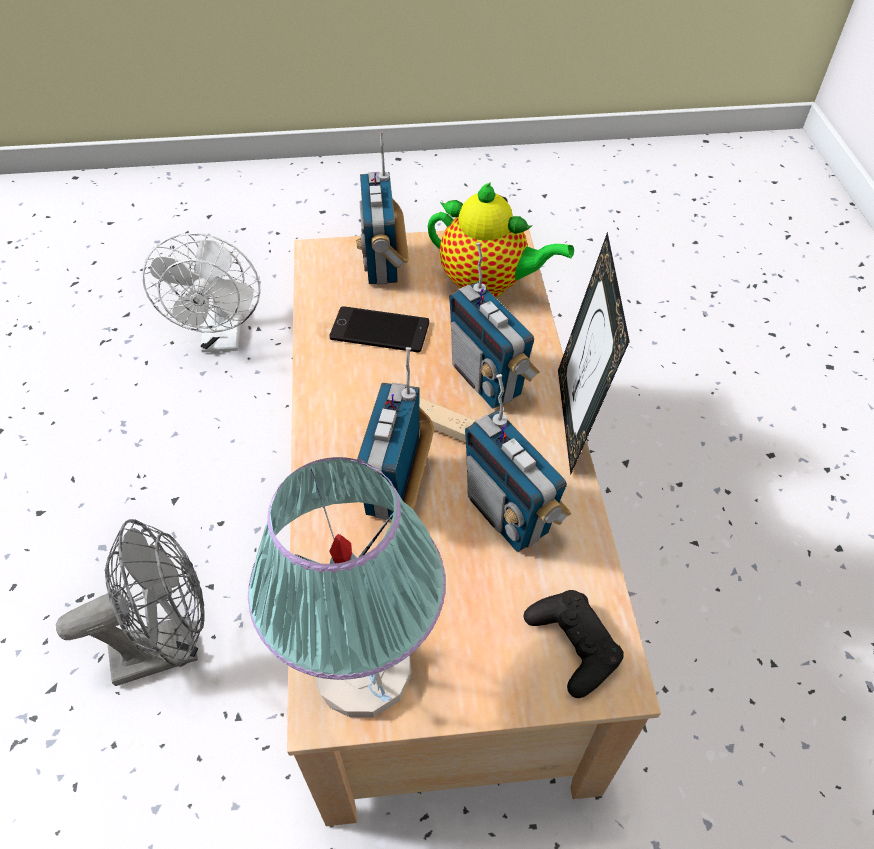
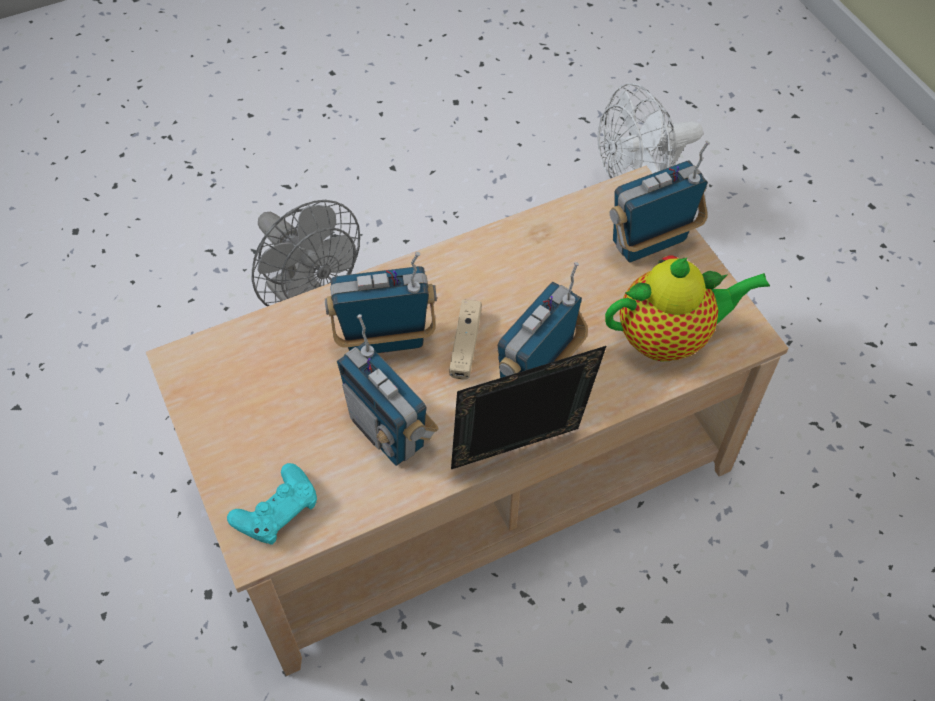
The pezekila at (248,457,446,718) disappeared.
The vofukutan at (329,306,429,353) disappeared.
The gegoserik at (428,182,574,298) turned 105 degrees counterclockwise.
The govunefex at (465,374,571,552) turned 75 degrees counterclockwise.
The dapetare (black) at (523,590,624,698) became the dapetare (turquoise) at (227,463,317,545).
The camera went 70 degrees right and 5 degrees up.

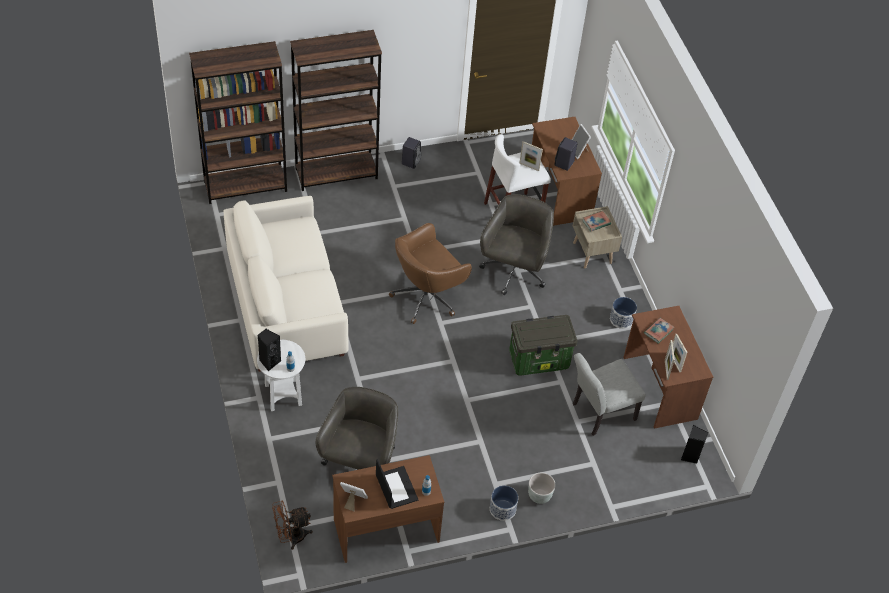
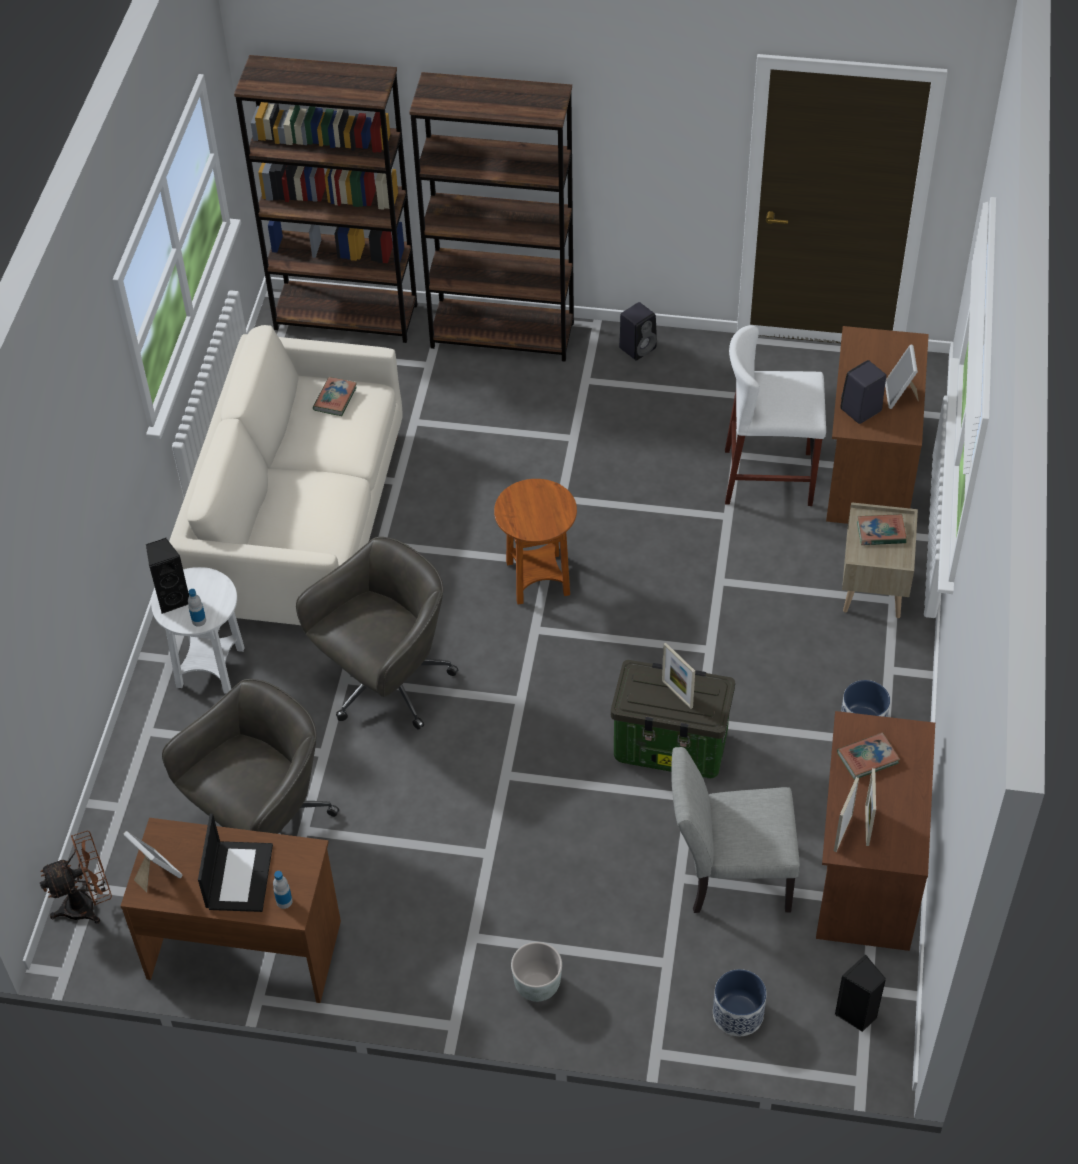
The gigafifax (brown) at (272,500,313,550) turned 150 degrees clockwise.
The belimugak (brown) at (389,223,472,324) was replaced by the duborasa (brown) at (494,479,577,604).
The belimugak (grey) moved from (479,194,554,295) to (296,537,458,729).
The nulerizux moved from (490,486,518,521) to (713,969,766,1036).
The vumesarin moved from (519,141,543,171) to (662,643,695,709).
The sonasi at (313,377,357,416) appeared.
The camera went 30 degrees right and 0 degrees up.

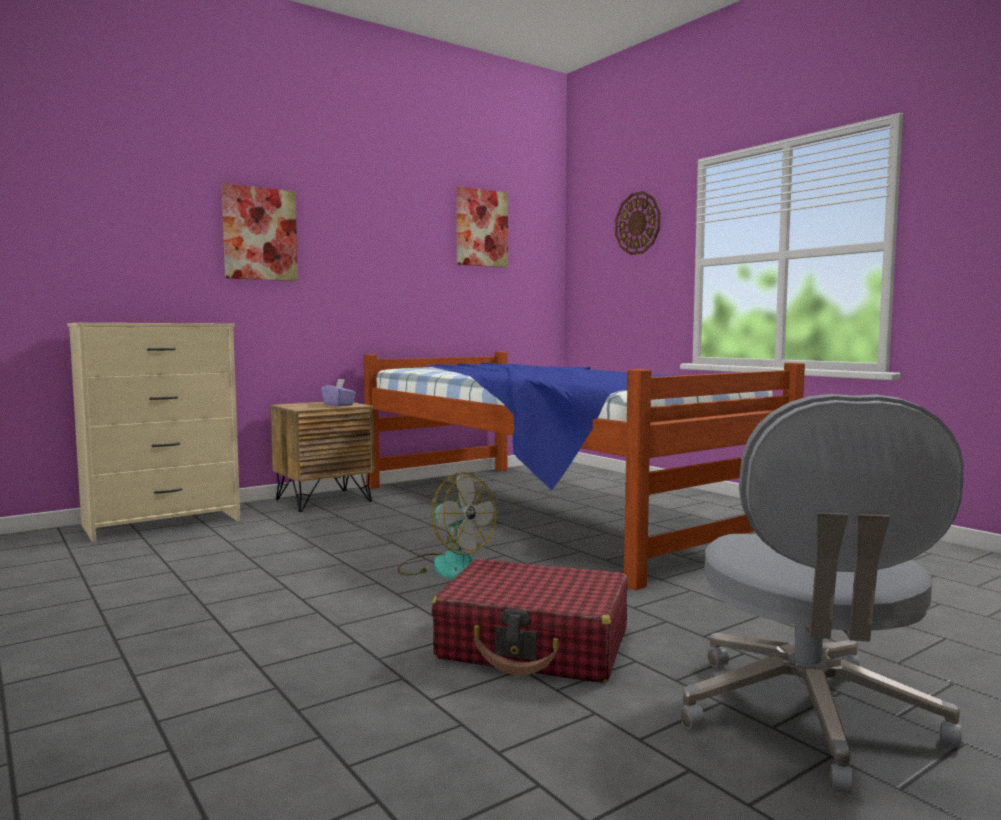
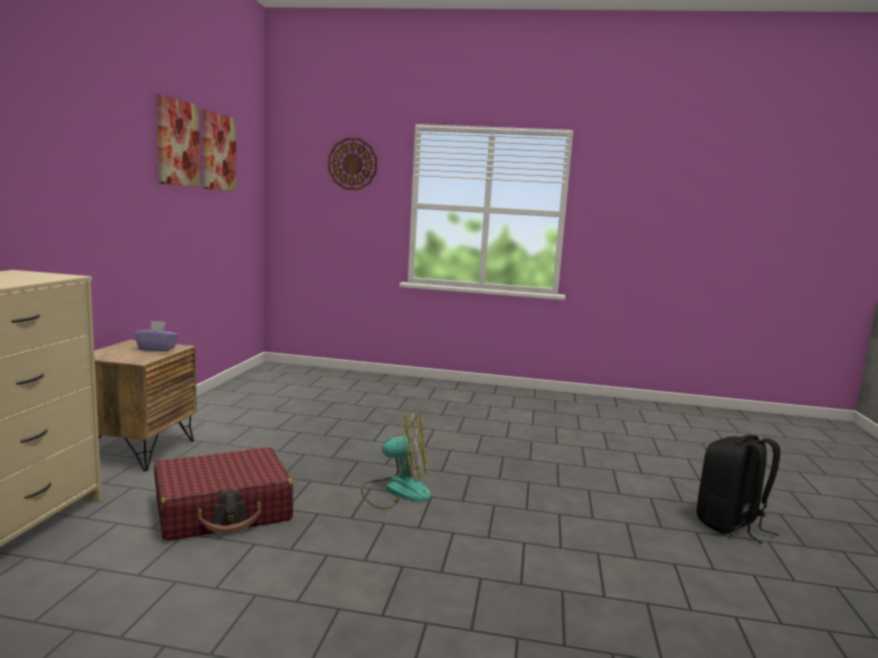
The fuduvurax moved from (221,183,298,281) to (156,94,200,187).
The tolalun at (364,352,805,590) disappeared.
The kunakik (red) moved from (431,558,628,683) to (154,447,293,541).
The belimugak (grey) at (680,394,964,794) was replaced by the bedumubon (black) at (697,435,781,544).
The camera went 45 degrees left and 5 degrees up.

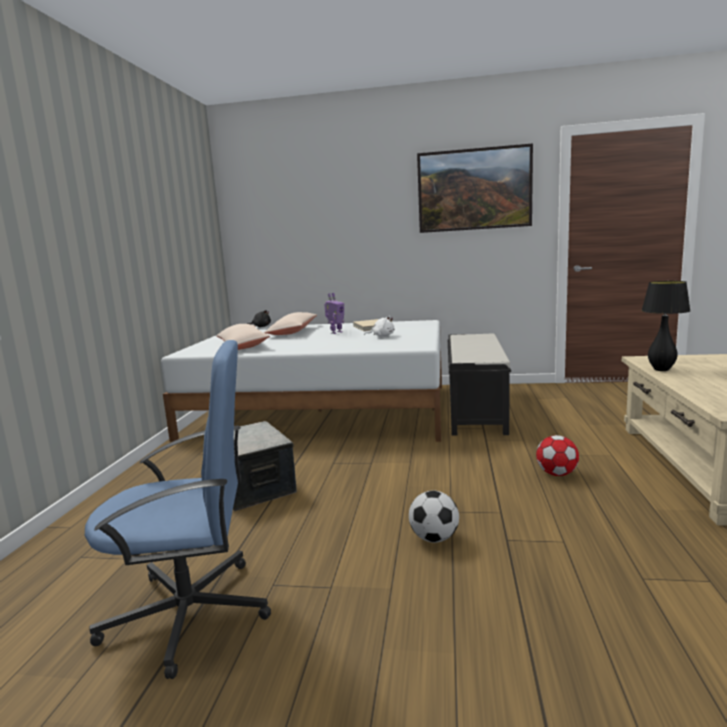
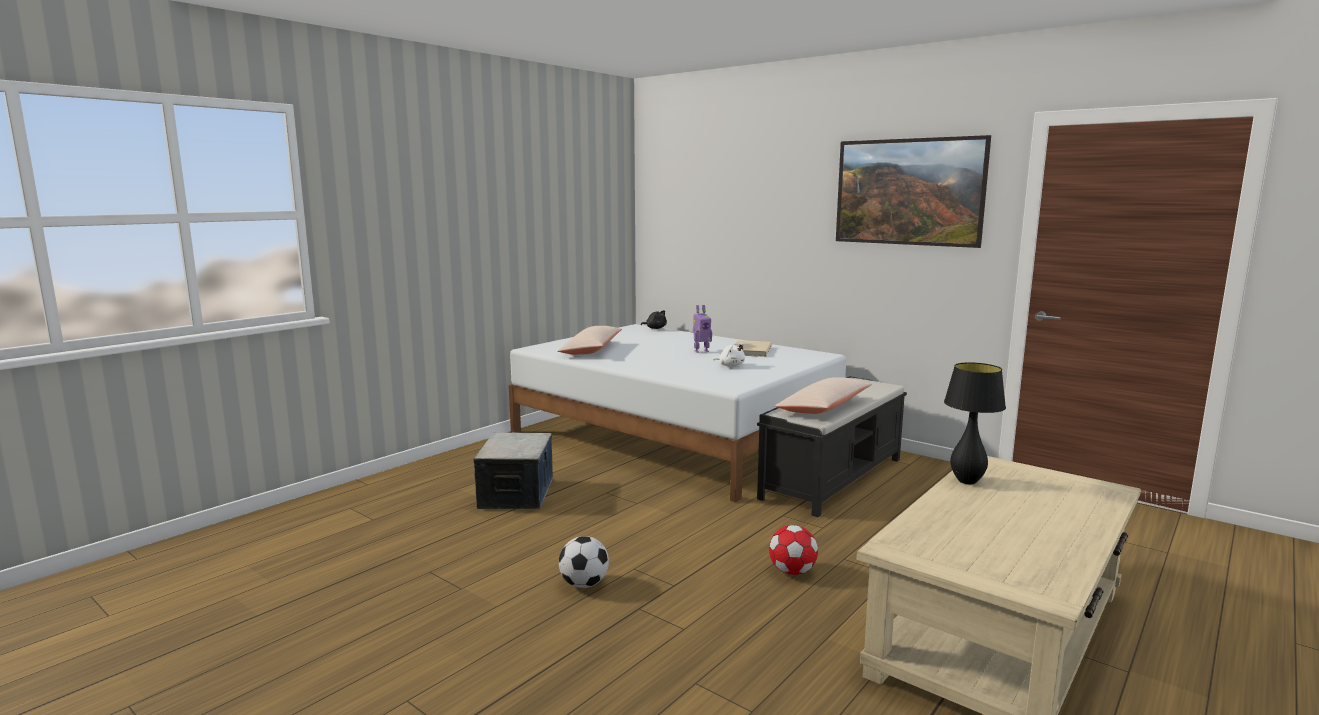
The belimugak (blue) at (85,340,271,679) disappeared.
The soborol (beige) moved from (264,312,317,335) to (775,377,872,414).
The camera went 30 degrees right and 0 degrees up.

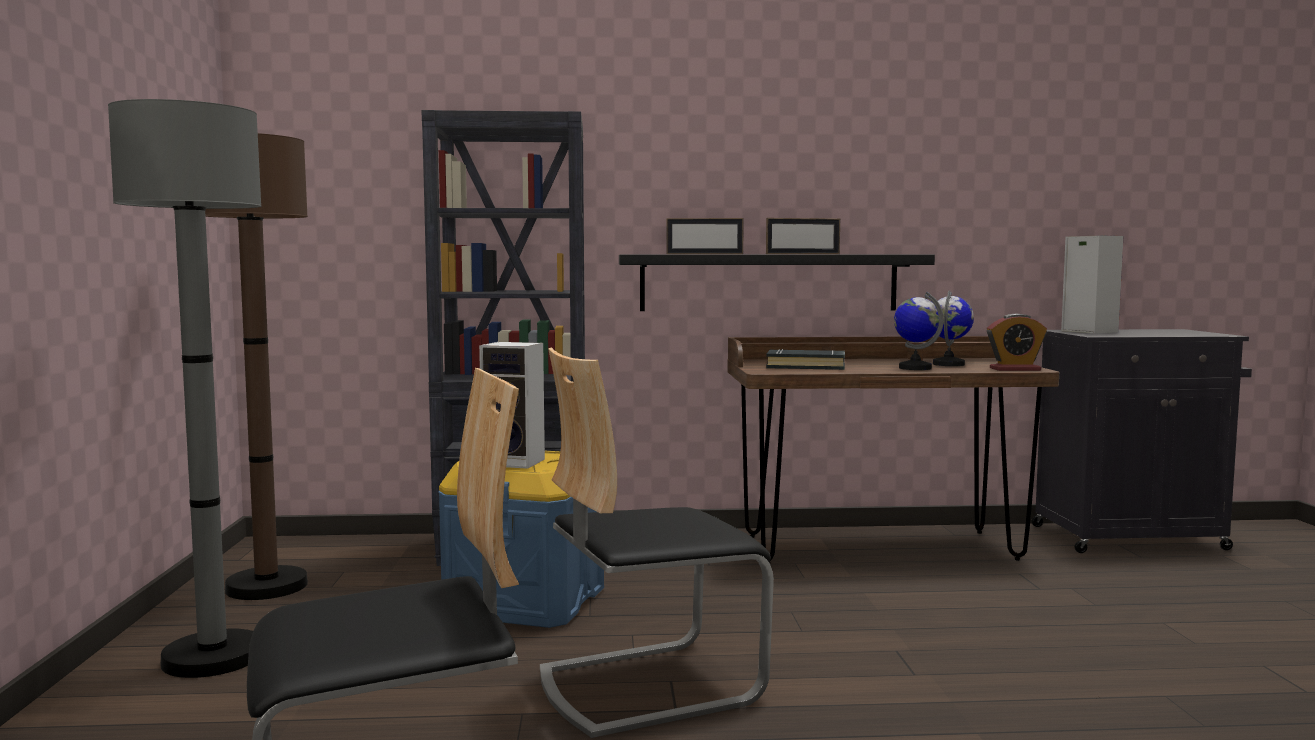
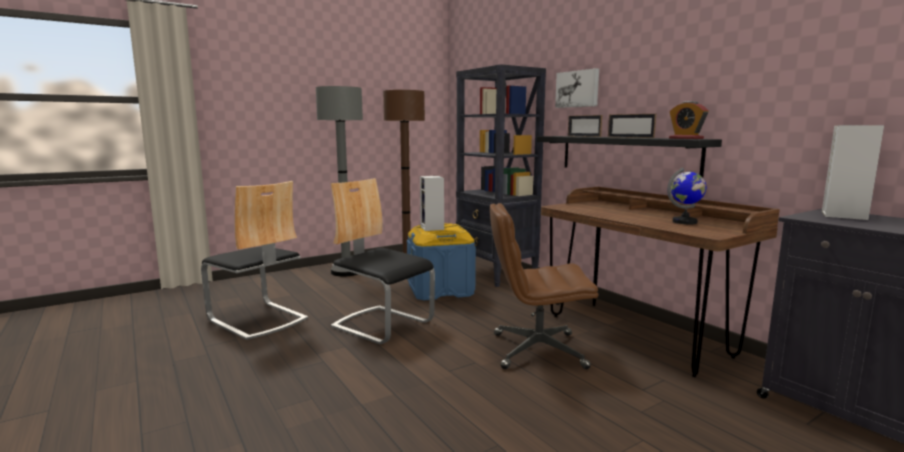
The sonasi (black) at (766,349,845,370) disappeared.
The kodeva at (894,292,944,370) disappeared.
The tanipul moved from (987,313,1047,371) to (669,101,709,139).
The belimugak (brown) at (490,203,598,369) appeared.
The fuduvurax at (555,68,599,108) appeared.
The camera went 60 degrees right and 5 degrees up.

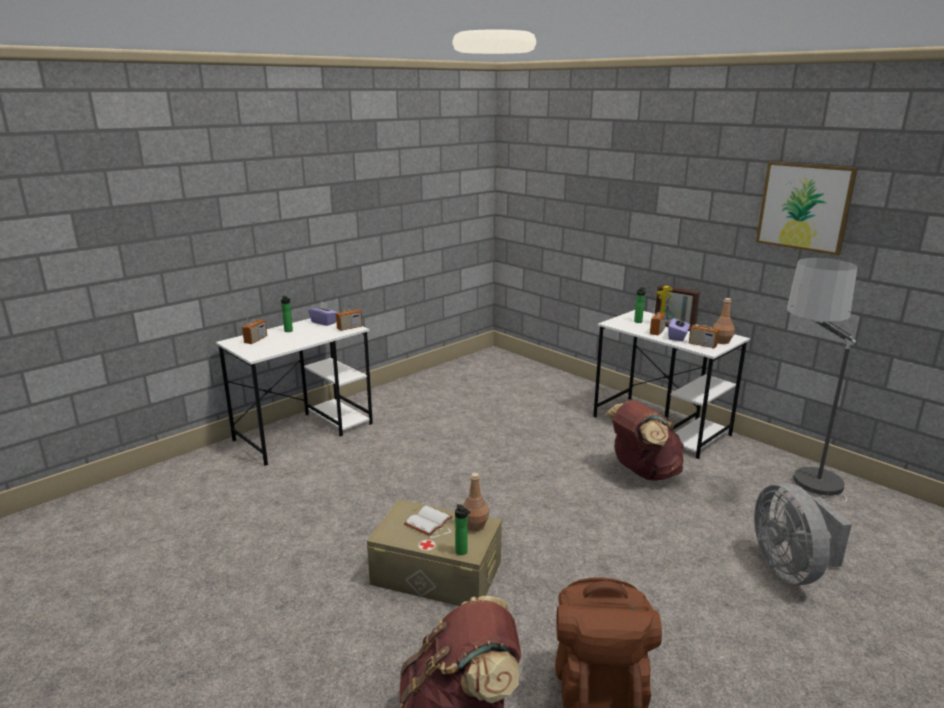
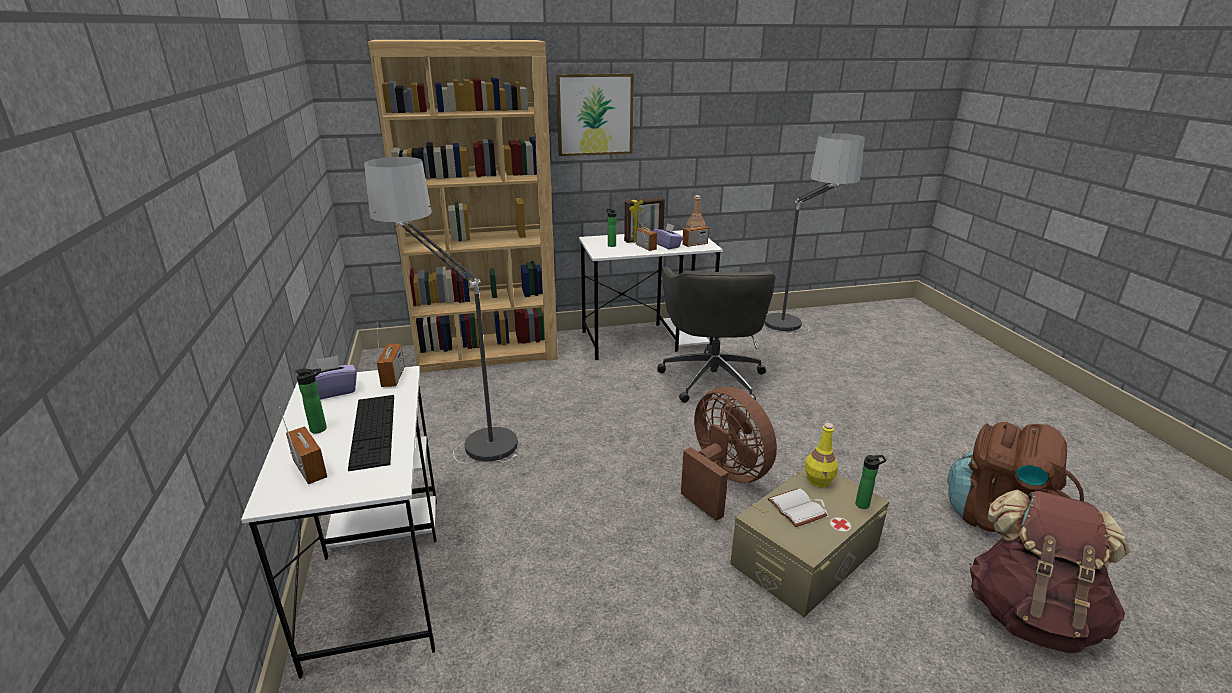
The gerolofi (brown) at (463,473,489,531) became the gerolofi (yellow) at (805,423,838,487).
The bedumubon (brown) at (605,401,684,481) was replaced by the belimugak (grey) at (657,267,776,403).
The gigafifax (grey) at (754,483,852,585) disappeared.
The fuduvurax moved from (756,161,858,255) to (556,73,634,156).
The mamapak at (348,395,394,471) appeared.
The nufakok at (364,157,518,464) appeared.
The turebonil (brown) at (368,40,558,373) appeared.
The gigafifax (brown) at (681,387,777,521) appeared.
The camera went 60 degrees left and 5 degrees up.

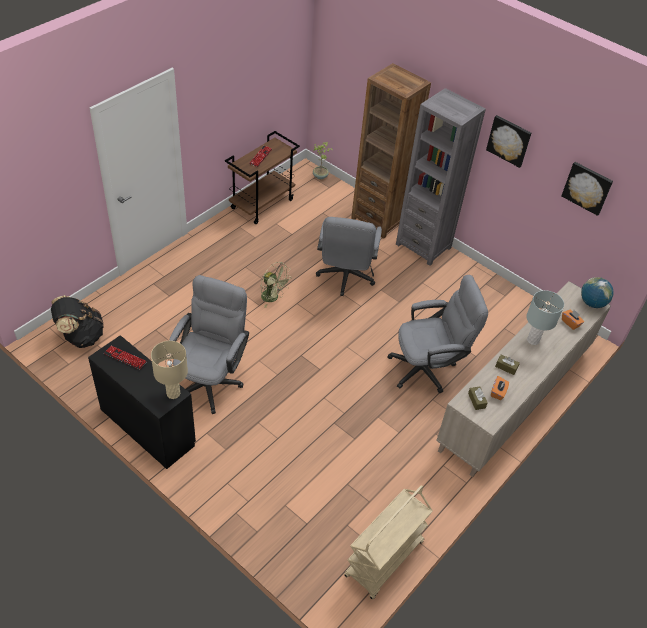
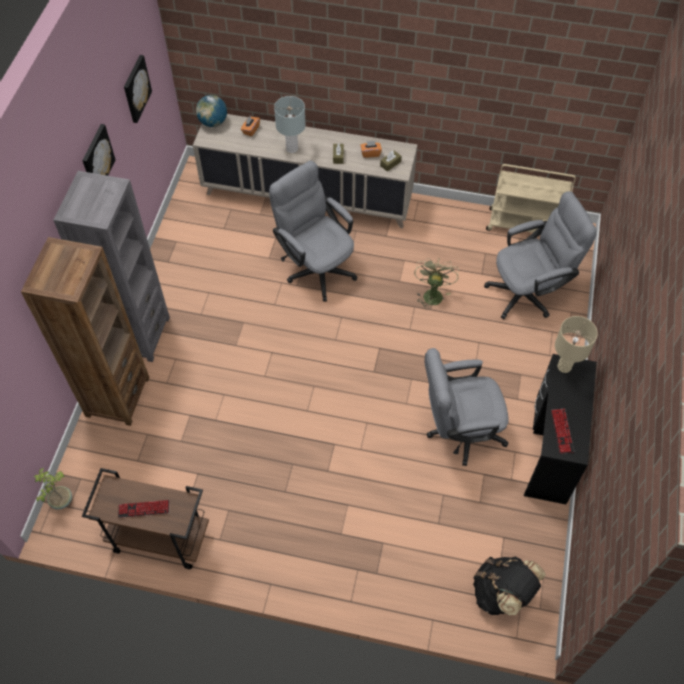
The gigafifax (green) moved from (261,262,290,308) to (414,258,459,309).
The belimugak (grey) moved from (316,217,382,296) to (484,191,597,319).
The camera went 115 degrees left and 10 degrees up.

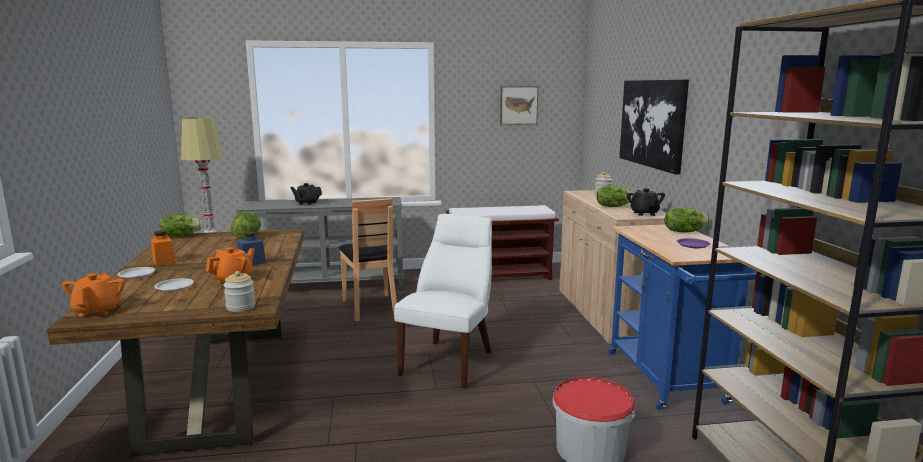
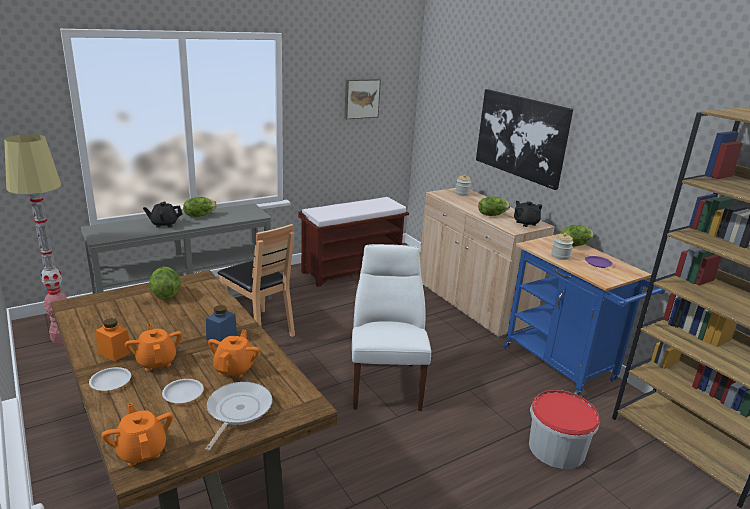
The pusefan moved from (160,214,203,237) to (183,197,217,217).
The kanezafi moved from (223,271,255,312) to (551,233,574,260).
The gegoserik (orange) at (125,323,182,371) appeared.
The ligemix at (205,382,273,451) appeared.
The camera went 25 degrees left and 10 degrees up.

